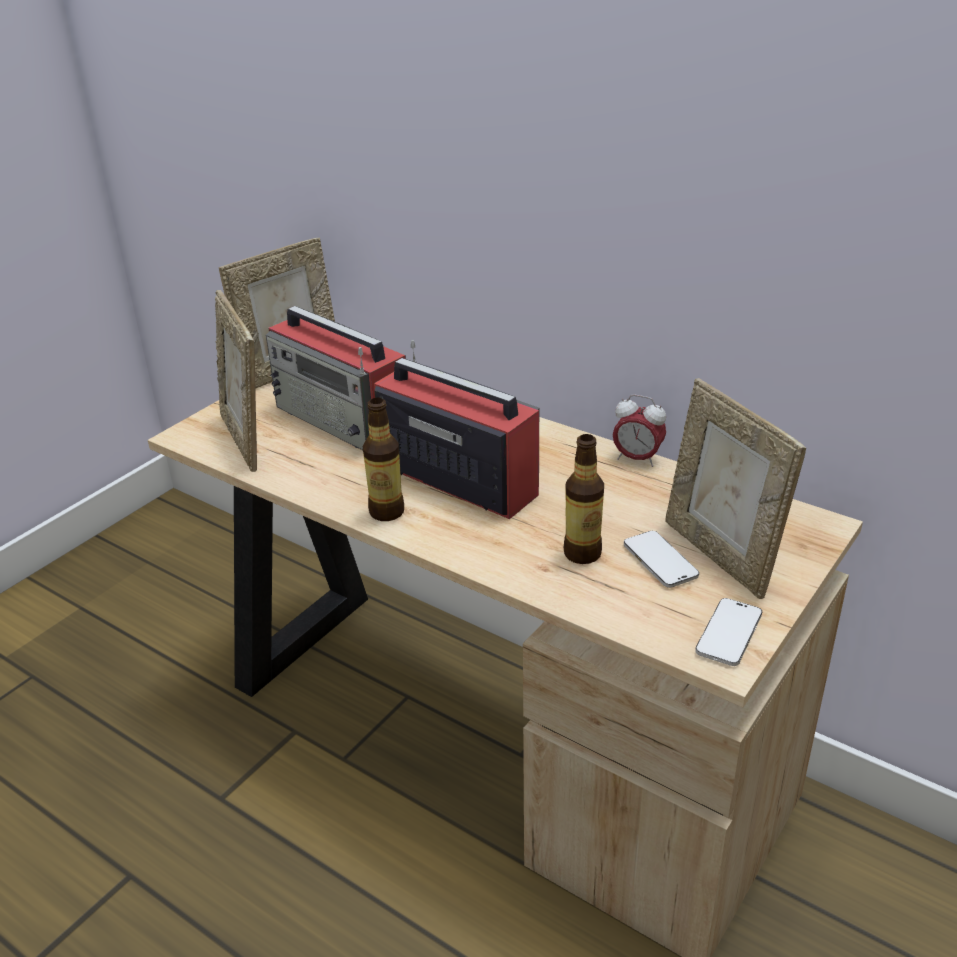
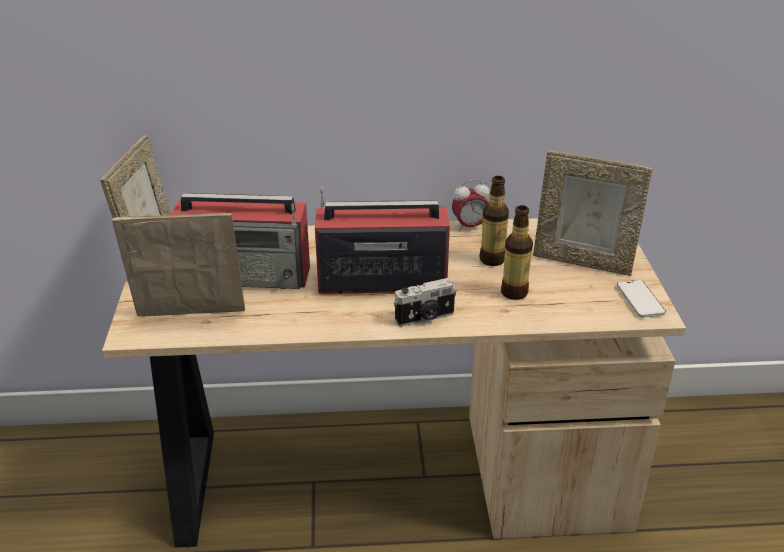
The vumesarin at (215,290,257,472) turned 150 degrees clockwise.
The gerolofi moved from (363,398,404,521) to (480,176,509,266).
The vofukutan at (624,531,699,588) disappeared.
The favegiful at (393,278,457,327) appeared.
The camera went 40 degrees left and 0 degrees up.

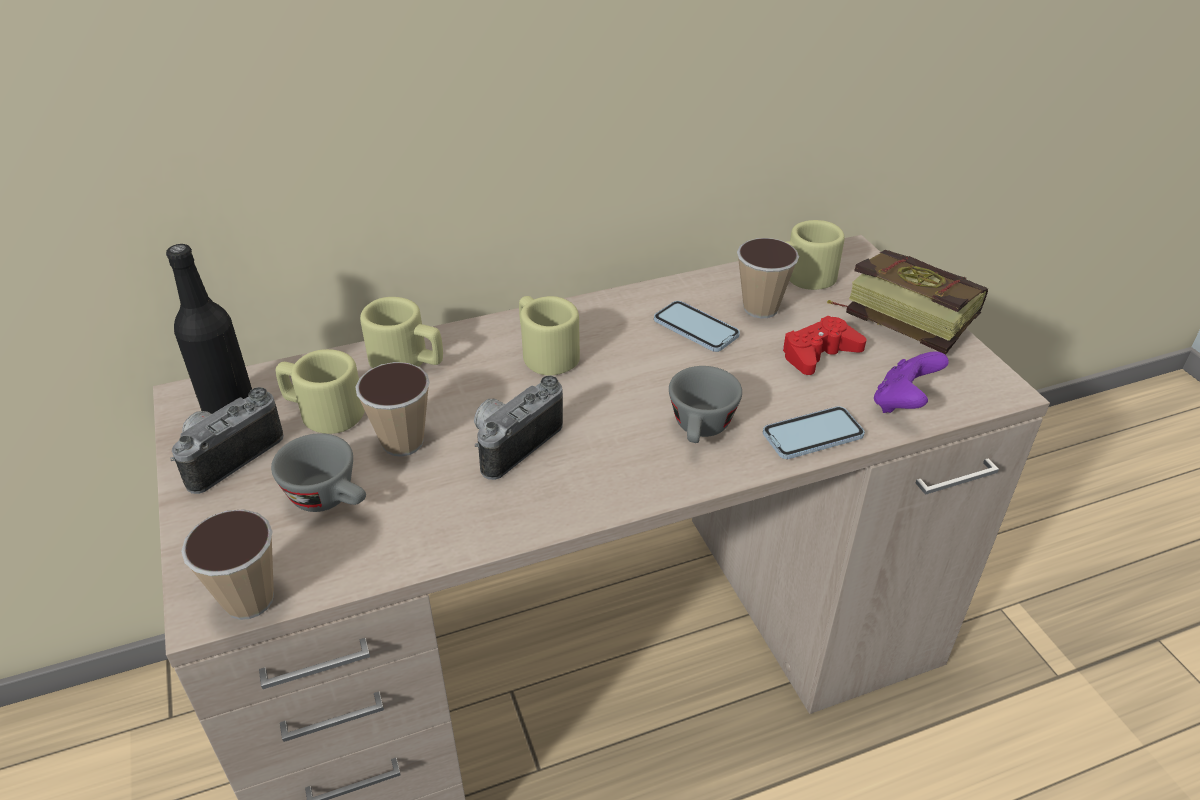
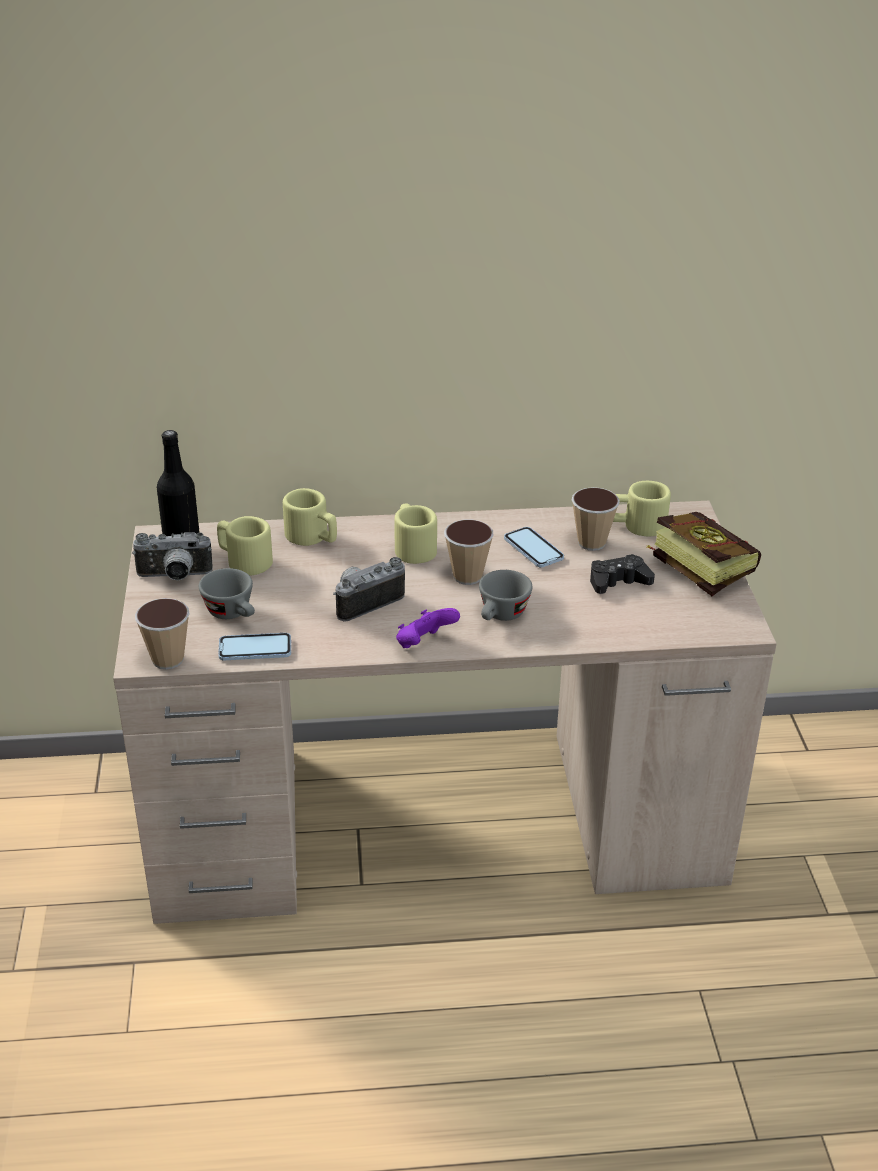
The favegiful at (171,387,284,494) turned 150 degrees counterclockwise.
The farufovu moved from (355,362,430,456) to (444,520,494,585).
The vofukutan moved from (763,406,865,459) to (218,633,291,660).
The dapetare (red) at (782,316,867,375) became the dapetare (black) at (590,554,655,594).
The dapetare (purple) moved from (874,351,949,413) to (396,608,460,648).
The camera went 15 degrees right and 5 degrees down.

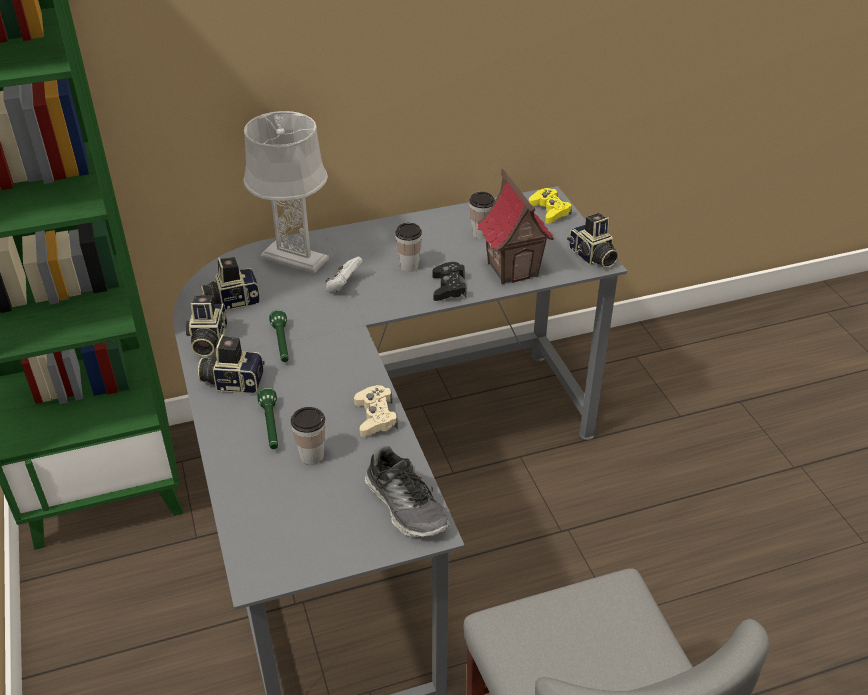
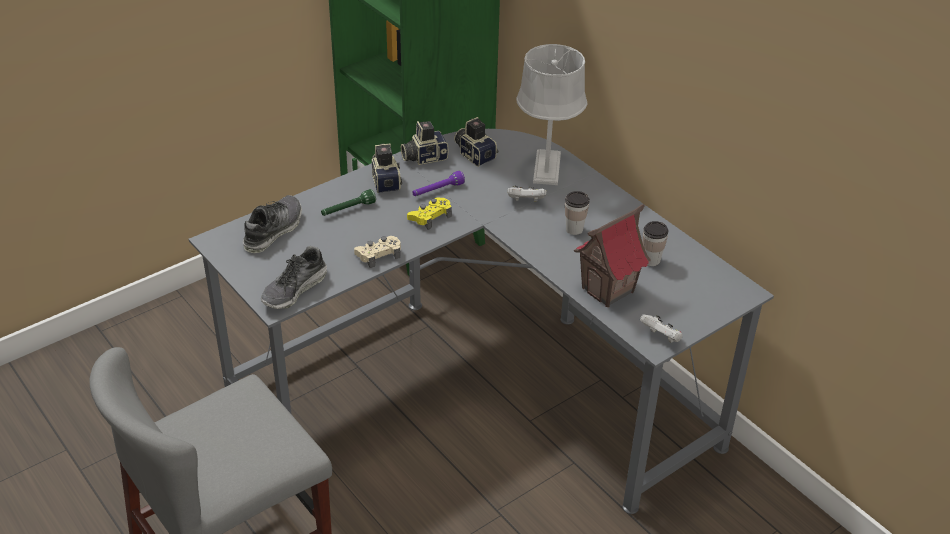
The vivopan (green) at (269,310,289,362) became the vivopan (purple) at (412,171,465,196).
The farufovu at (291,407,325,465) disappeared.
The dapetare (black) at (433,262,466,301) disappeared.
The dapetare (yellow) moved from (529,188,572,224) to (407,198,452,230).
The favegiful at (567,213,619,268) was replaced by the dapetare (white) at (640,314,682,343).
The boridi at (243,195,302,253) appeared.
The camera went 70 degrees right and 0 degrees up.

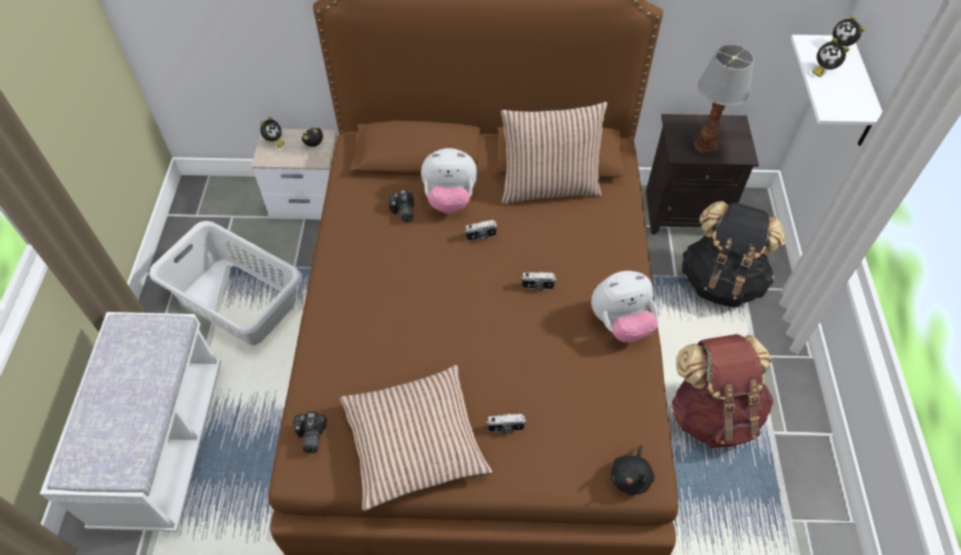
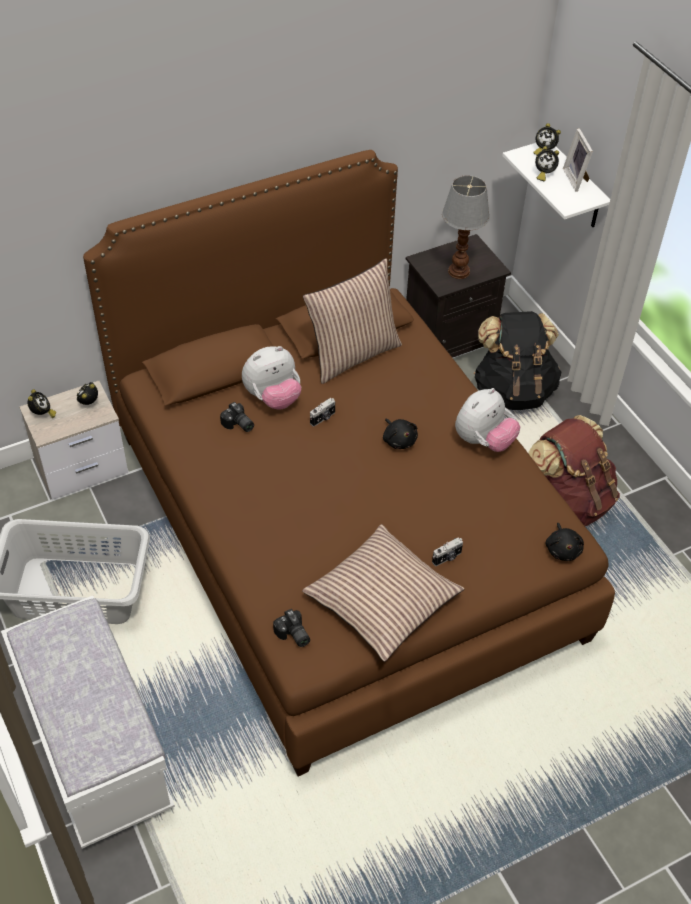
The favegiful at (521,272,556,291) was replaced by the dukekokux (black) at (383,418,418,449).
The vumesarin at (563,129,593,192) appeared.
The camera went 30 degrees left and 5 degrees down.

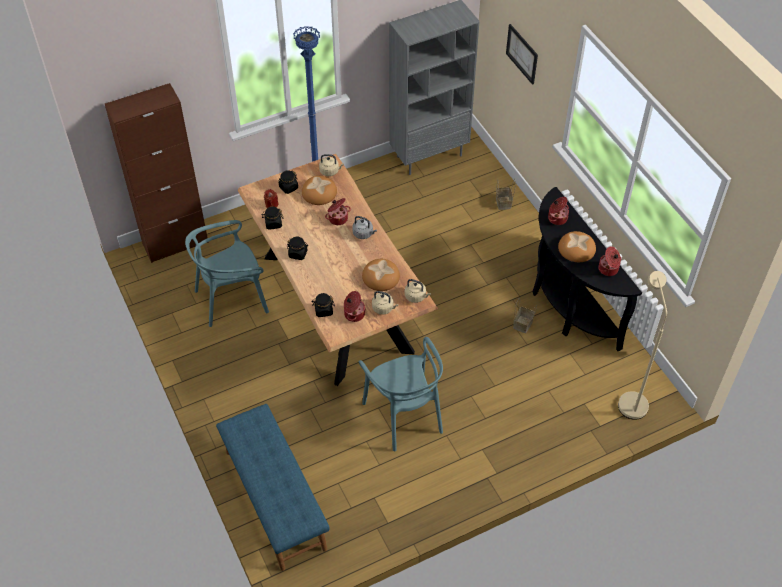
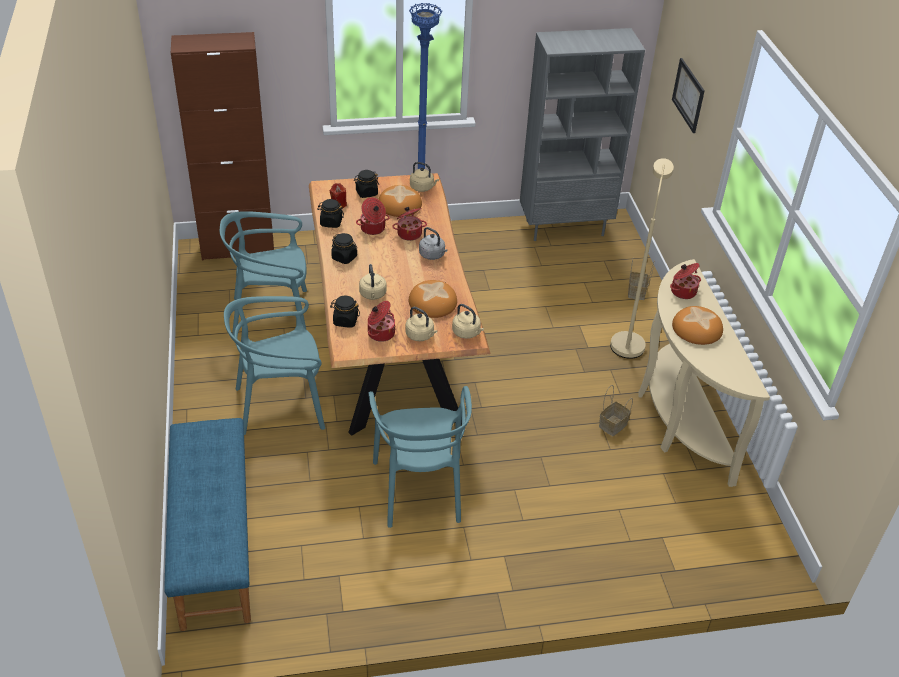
The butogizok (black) at (532,187,642,351) became the butogizok (beige) at (638,259,770,487).
The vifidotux moved from (598,247,621,276) to (356,197,390,235).
The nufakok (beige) moved from (618,271,667,420) to (610,158,674,359).
The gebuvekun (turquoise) at (224,296,325,435) appeared.
The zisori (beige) at (359,264,386,300) appeared.
The camera went 15 degrees right and 10 degrees down.

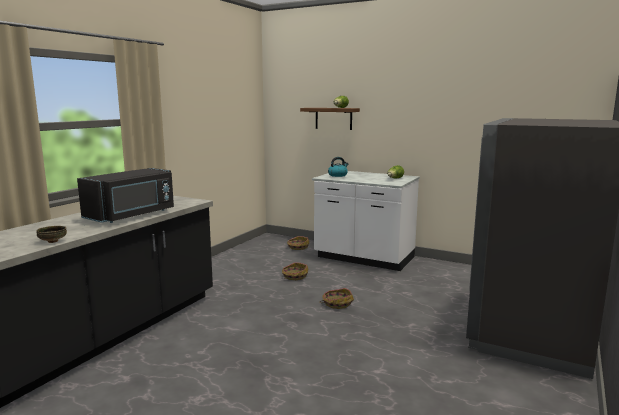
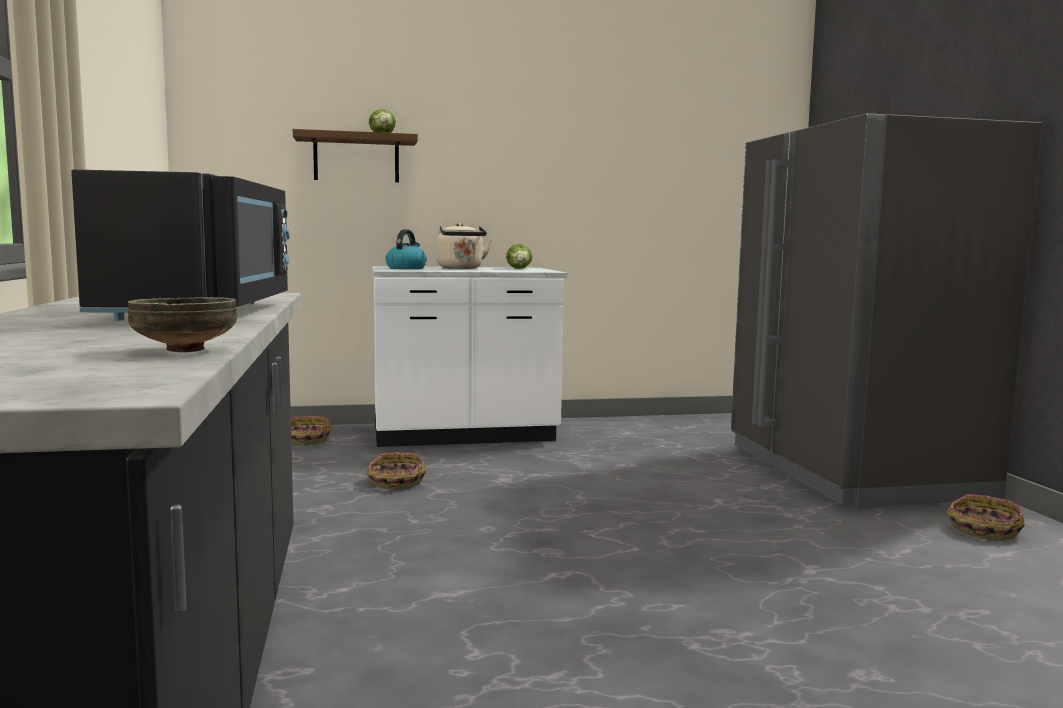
The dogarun moved from (319,288,354,309) to (947,494,1025,540).
The zisori (beige) at (437,223,492,269) appeared.
The camera went 40 degrees left and 5 degrees down.

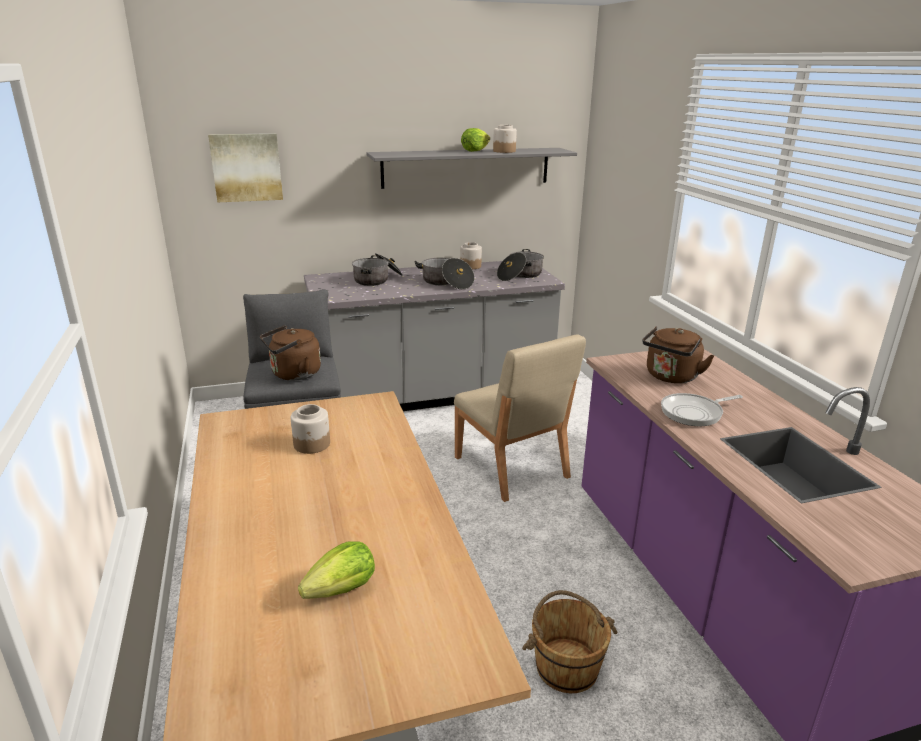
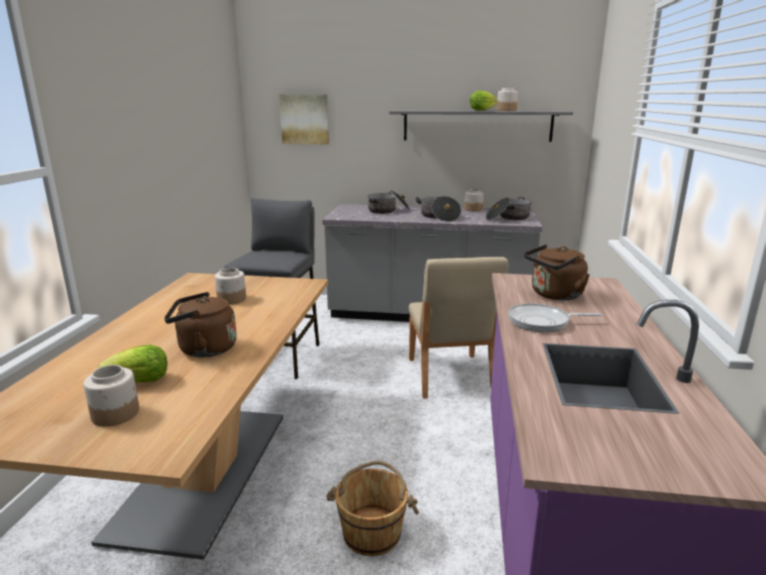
The zisori (brown) moved from (260,325,321,381) to (164,292,237,357).
The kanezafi at (83,365,139,427) appeared.
The camera went 25 degrees right and 5 degrees down.

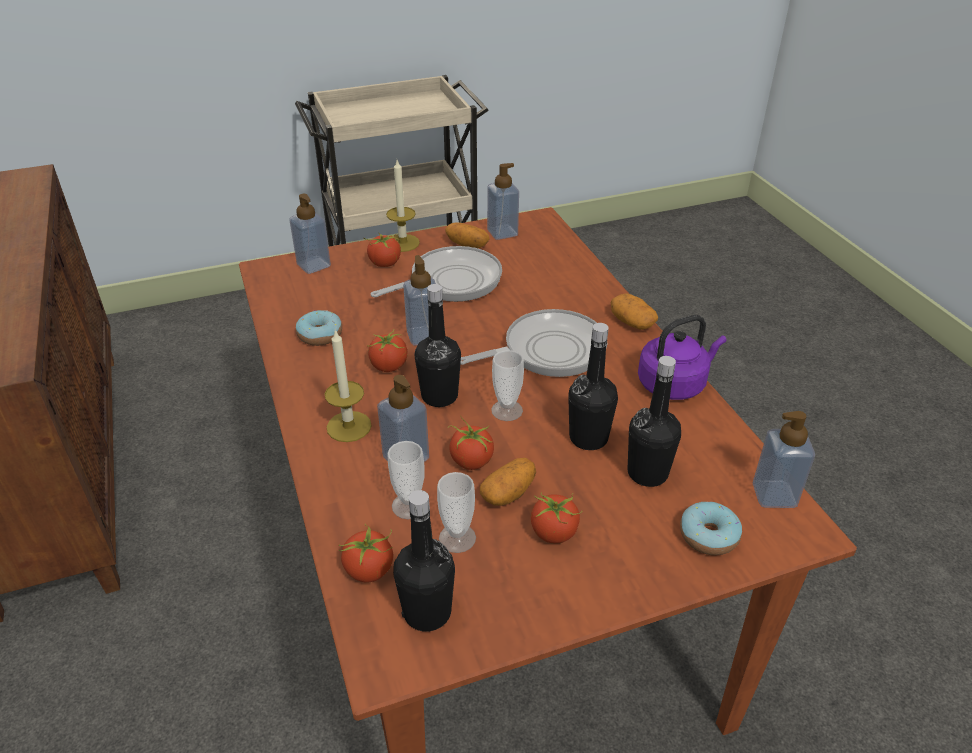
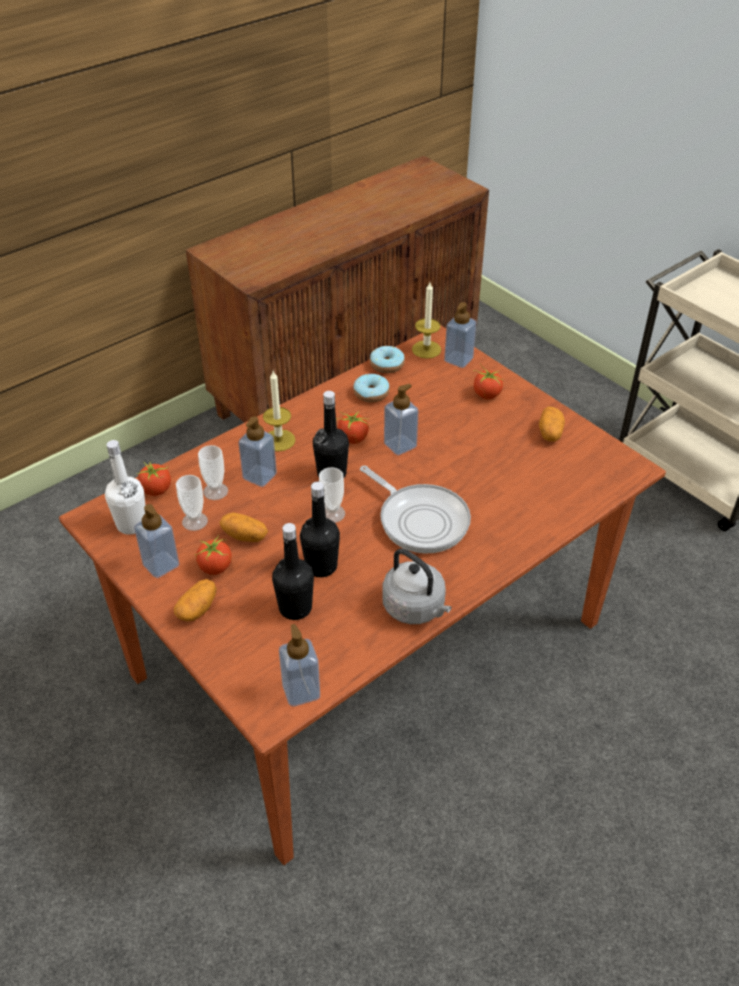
The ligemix at (371,246,502,302) disappeared.
The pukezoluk moved from (386,160,420,252) to (412,282,441,359).
The gerolofi (black) at (393,490,455,632) became the gerolofi (white) at (105,440,145,535).
The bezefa at (448,417,494,470) disappeared.
The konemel moved from (487,163,519,240) to (134,504,180,578).
The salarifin moved from (611,293,658,330) to (174,579,217,622).
The zisori (purple) at (638,315,726,400) became the zisori (grey) at (382,548,452,624).
The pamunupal moved from (680,502,742,555) to (370,346,405,373).
The camera went 70 degrees right and 5 degrees up.

